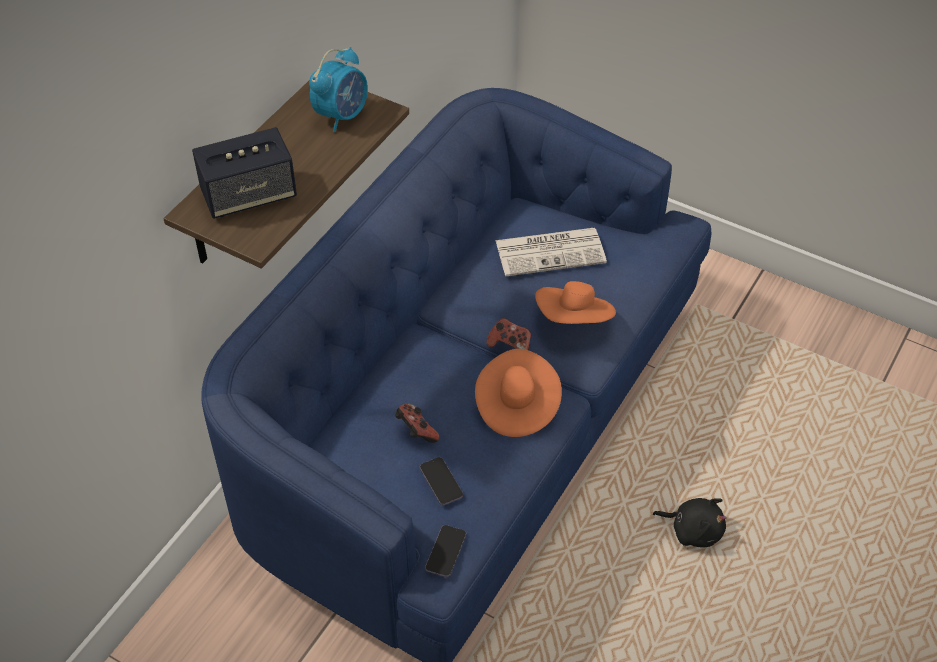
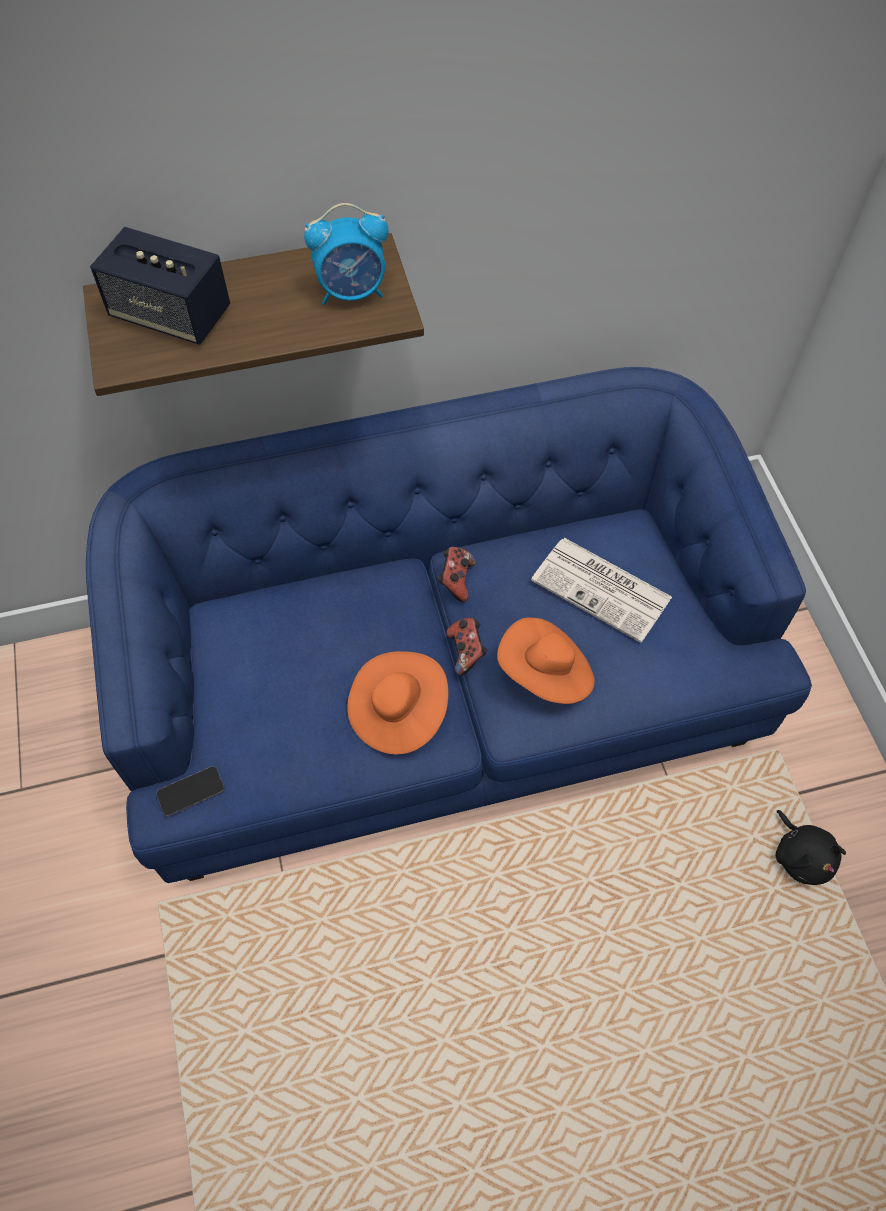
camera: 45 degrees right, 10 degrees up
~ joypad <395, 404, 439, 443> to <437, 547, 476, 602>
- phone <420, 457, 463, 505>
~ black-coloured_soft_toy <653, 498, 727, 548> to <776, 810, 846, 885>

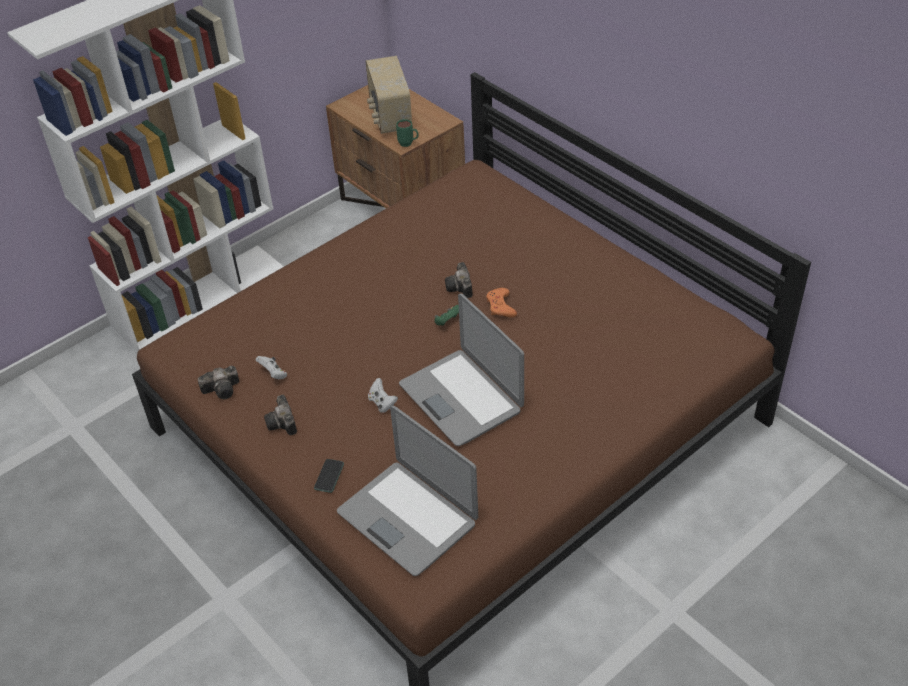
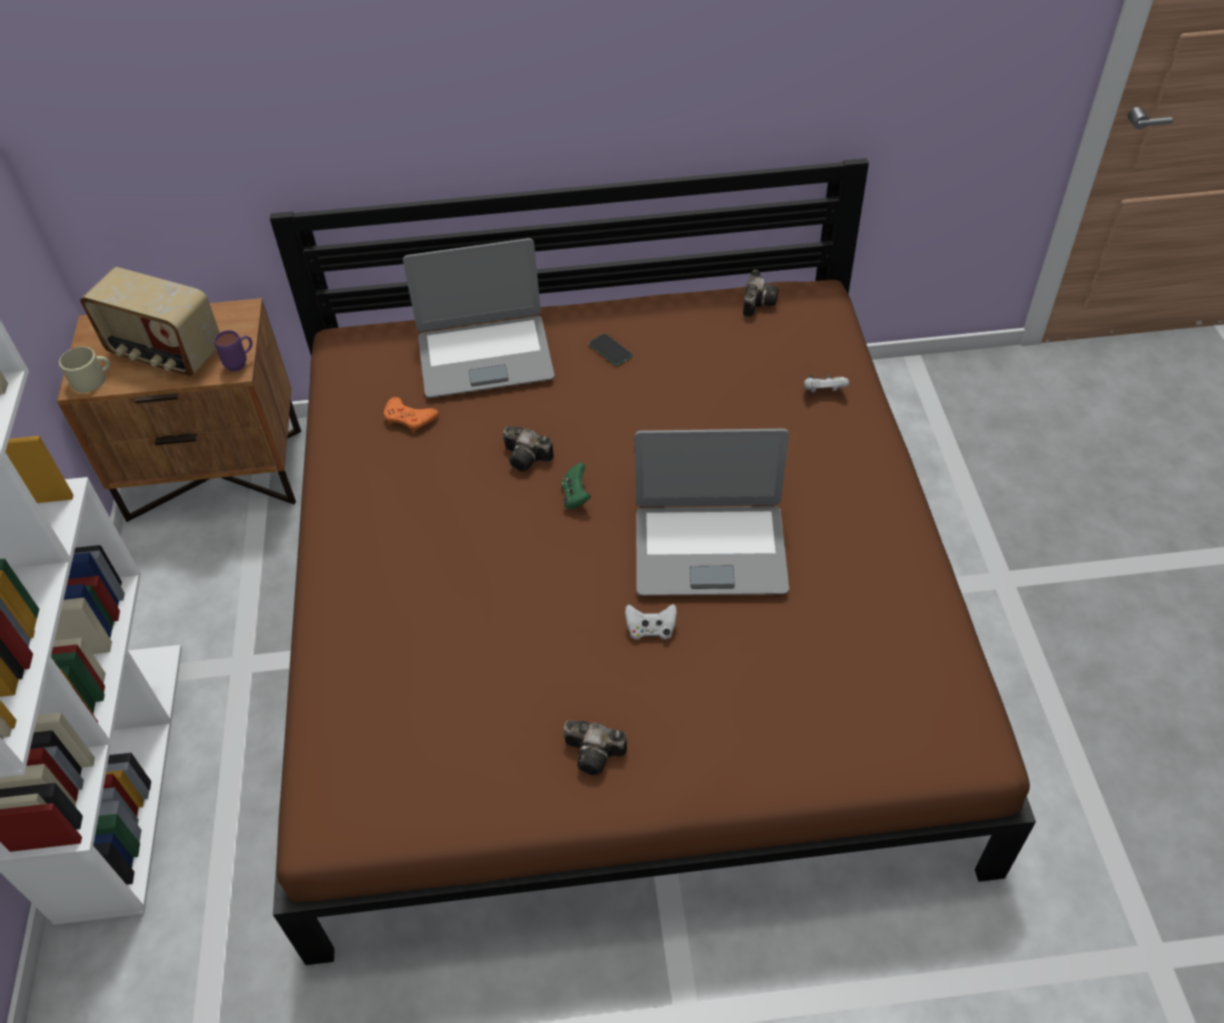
camera: 55 degrees left, 5 degrees up
~ greenish_tea_mug <396, 119, 419, 147> to purple_tea_mug <214, 330, 253, 372>
~ orange_joypad <486, 288, 517, 318> to <384, 397, 439, 433>
~ white-coloured_joypad <255, 356, 287, 379> to <804, 376, 849, 393>
~ photo_camera <198, 366, 239, 399> to <743, 269, 779, 317>
~ notebook_computer <337, 406, 478, 576> to <403, 238, 555, 398>
~ phone <314, 459, 344, 493> to <589, 333, 633, 366>
+ beige-coloured_tea_mug <59, 347, 110, 393>

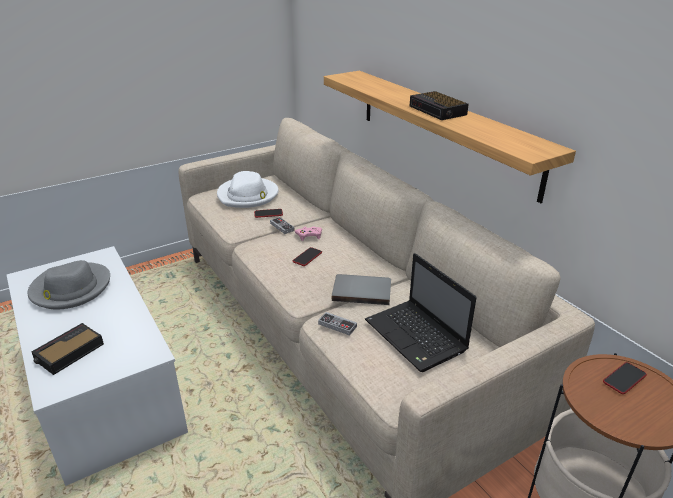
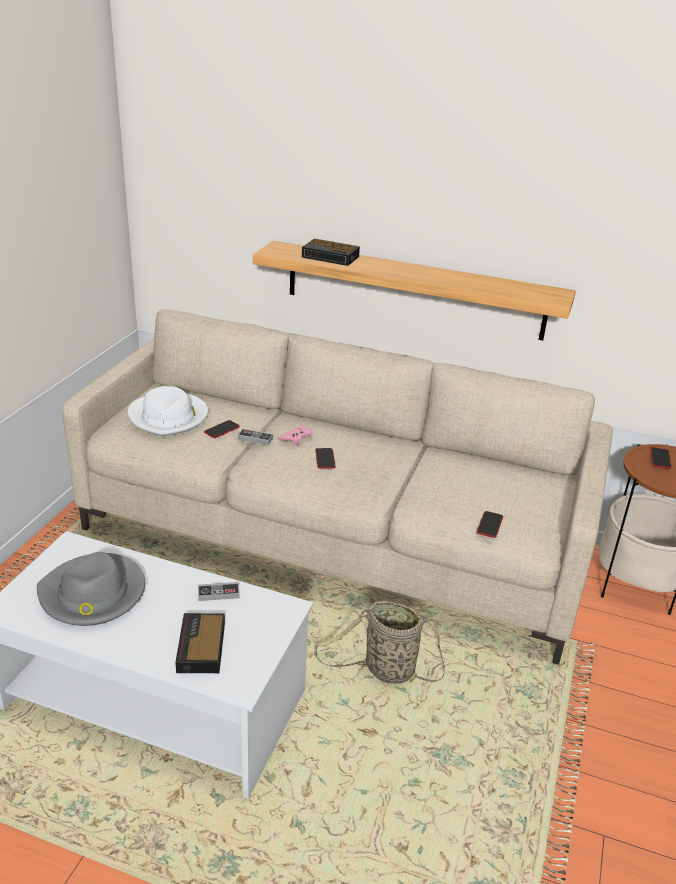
camera: 40 degrees left, 0 degrees up
~ alarm_clock <410, 91, 469, 120> to <302, 239, 360, 266>
- notebook_computer <365, 253, 477, 372>
- grey_bound_book <332, 274, 391, 305>
~ joypad <318, 312, 357, 336> to <198, 582, 240, 601>
+ phone <477, 511, 503, 538>
+ storage_basket <314, 601, 445, 684>

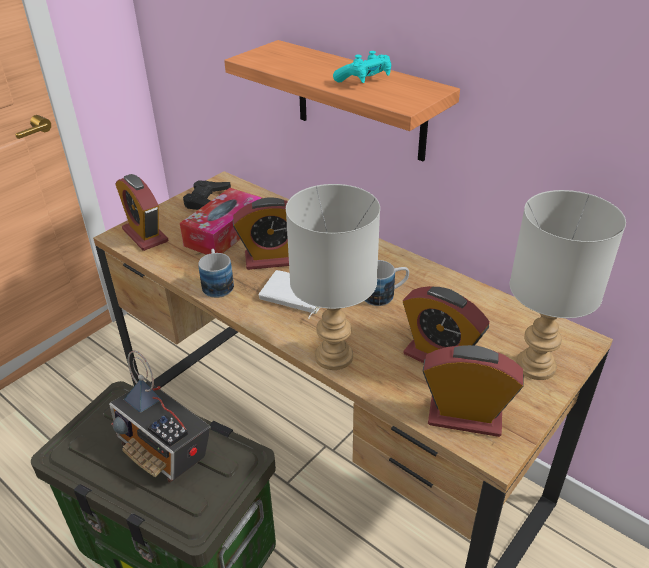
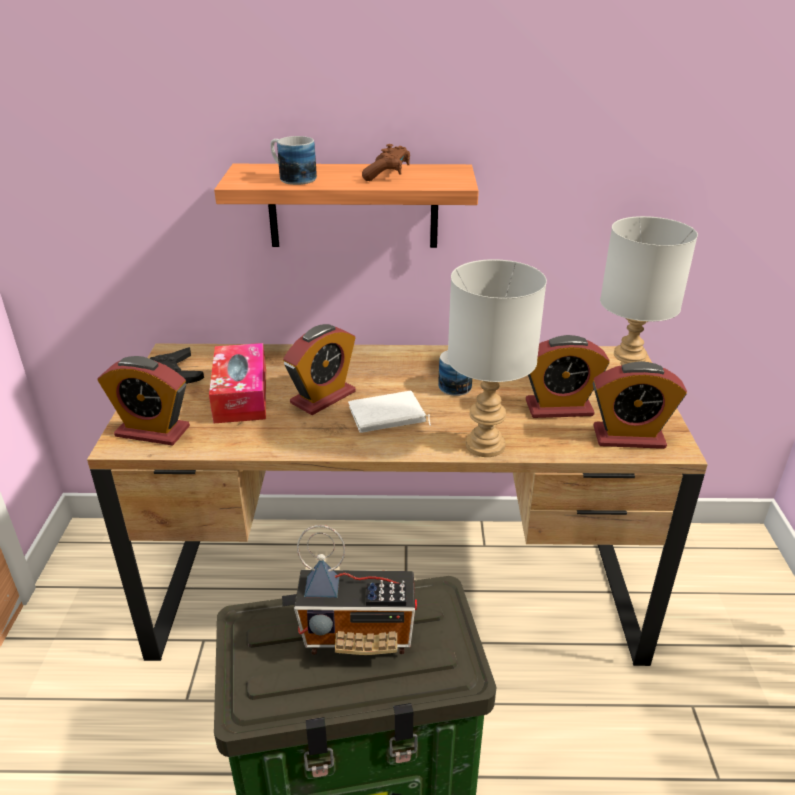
camera: 40 degrees left, 5 degrees down
~ blue-green_joypad <333, 51, 391, 83> to brown_joypad <362, 144, 410, 181>
~ tea_mug <198, 249, 234, 298> to <270, 136, 317, 185>
~ alarm_clock <423, 345, 524, 437> = <592, 361, 687, 449> 150 degrees counterclockwise

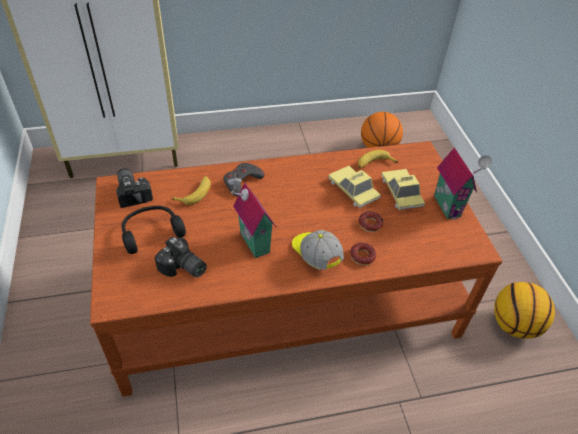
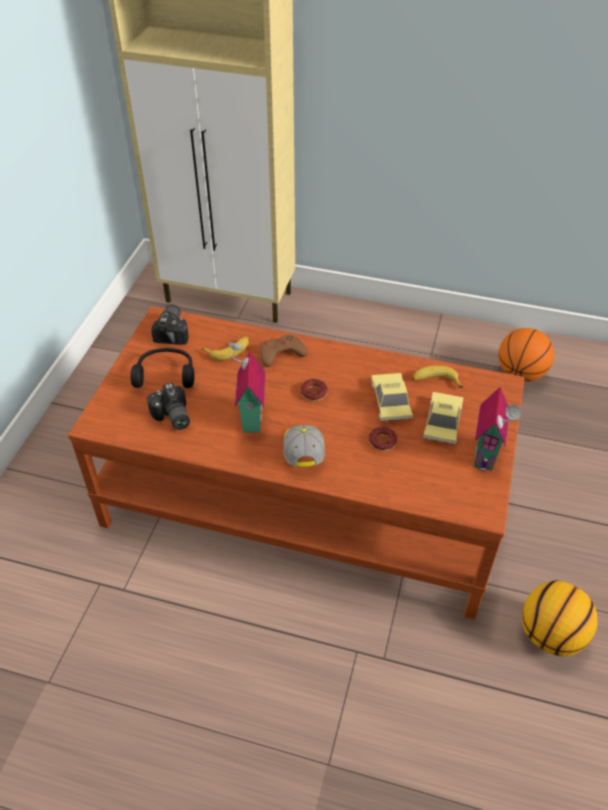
camera: 30 degrees right, 0 degrees up
~ grey_joypad <224, 163, 265, 196> to brown_joypad <260, 335, 307, 367>
~ ring_doughnut <350, 243, 376, 265> to <301, 379, 328, 401>

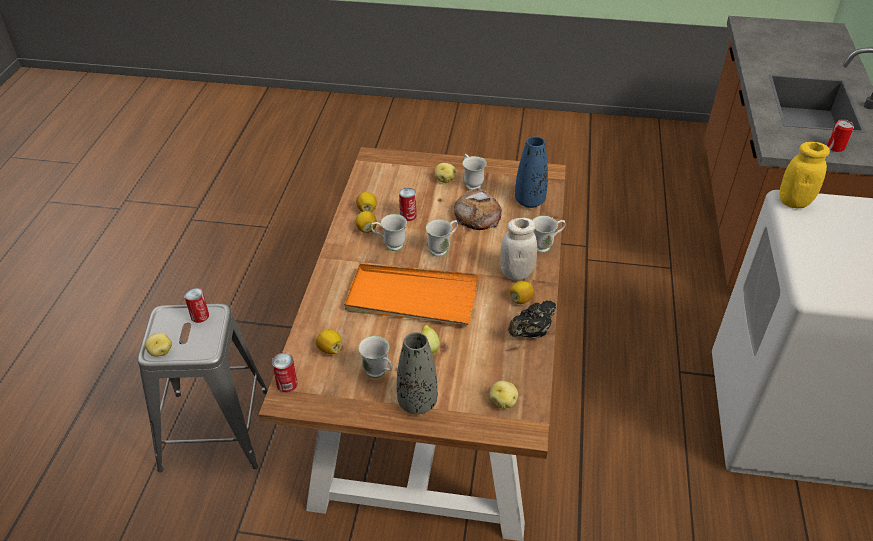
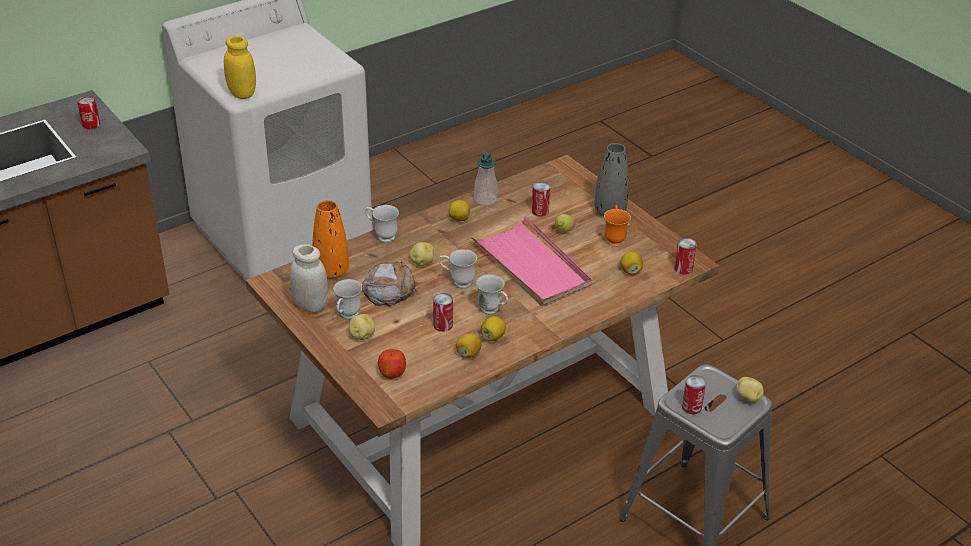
camera: 135 degrees left, 5 degrees down
~ blue-coloured_flower_vase <515, 136, 548, 208> to orange_flower_vase <313, 200, 349, 279>
~ white-coloured_preserve_jar <500, 218, 537, 281> to <290, 244, 328, 313>
~ orange_tray <344, 264, 479, 325> to pinkish_tray <471, 215, 592, 306>
~ black-coloured_teapot <508, 301, 557, 339> to liquid_soap_bottle <474, 152, 498, 206>
~ white-coloured_tea_mug <358, 336, 393, 378> to orange_tea_mug <604, 205, 631, 247>
~ spud <490, 381, 518, 409> to <410, 242, 434, 266>
+ sealed_can <532, 182, 550, 217>
+ apple_fruit <378, 349, 406, 379>

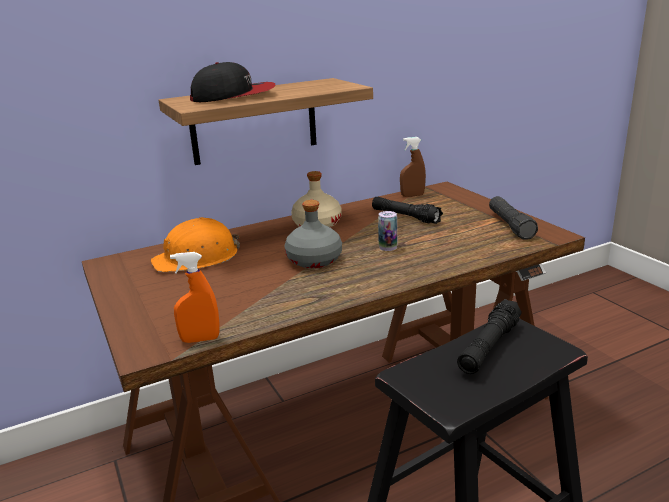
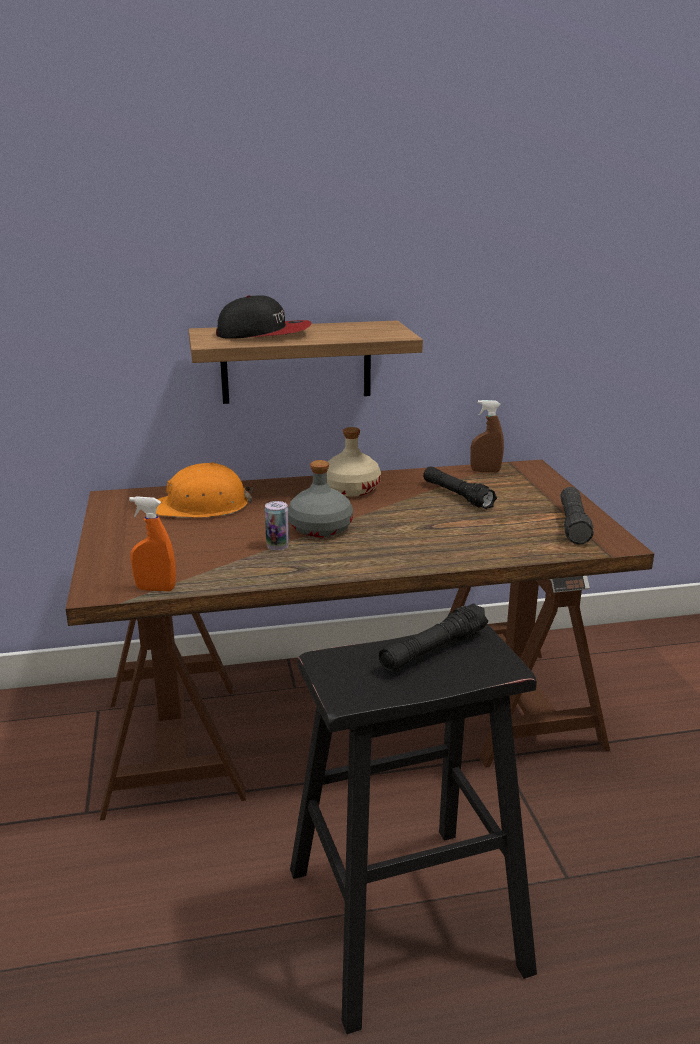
camera: 15 degrees right, 0 degrees up
~ sealed_can <378, 211, 397, 251> to <265, 501, 289, 550>

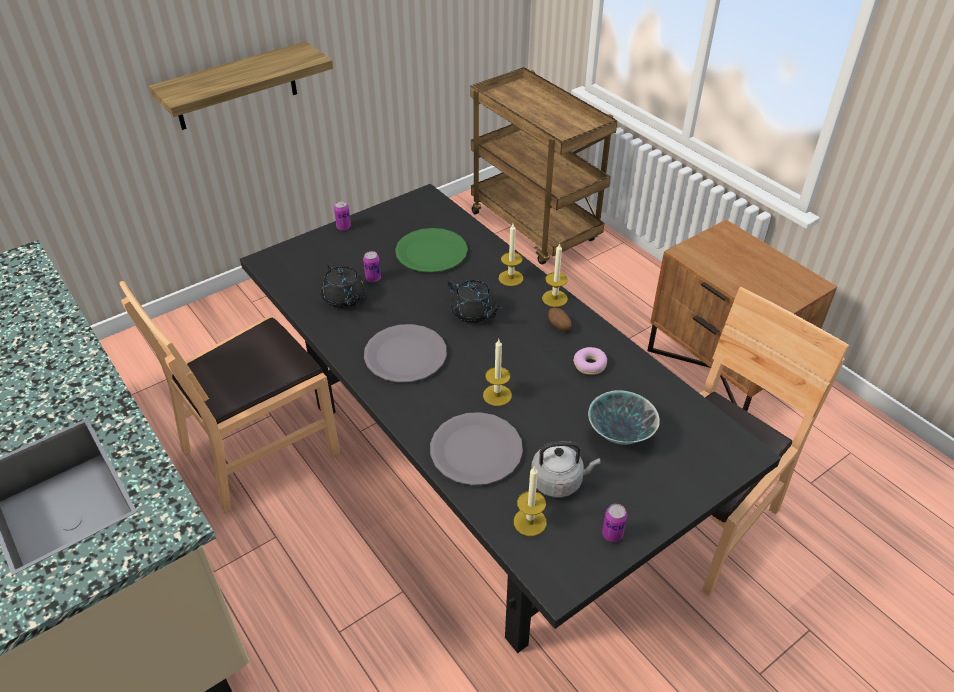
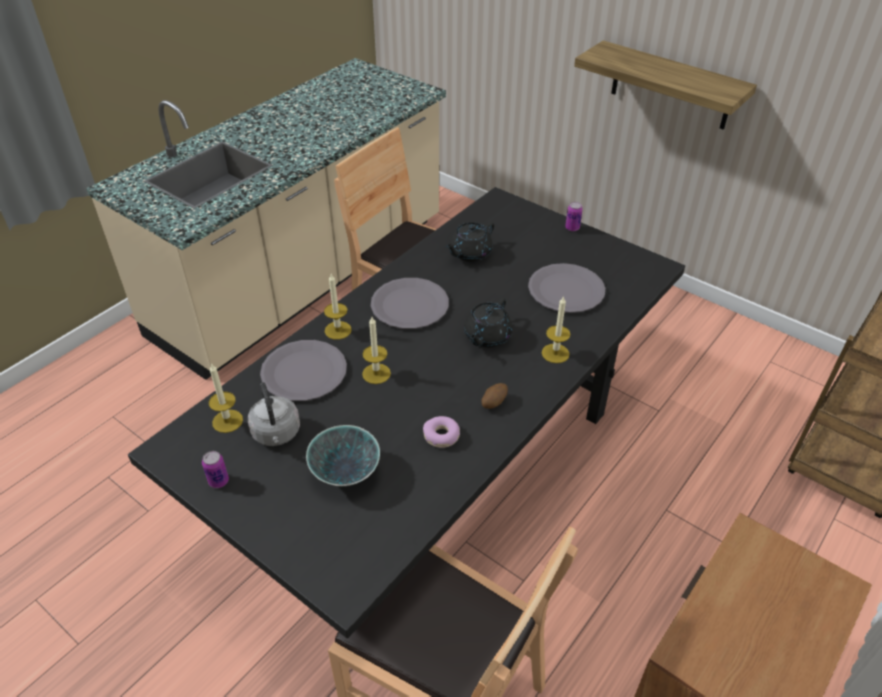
camera: 75 degrees right, 0 degrees up
~ greenish_dinner_plate <395, 228, 468, 273> to grey_dinner_plate <528, 263, 605, 313>
~ candle <542, 243, 568, 307> to <324, 274, 352, 340>
- sealed_can <363, 251, 381, 282>

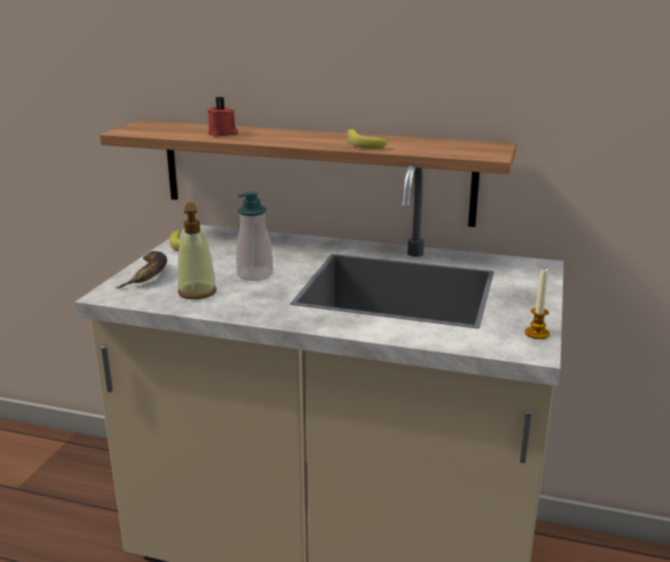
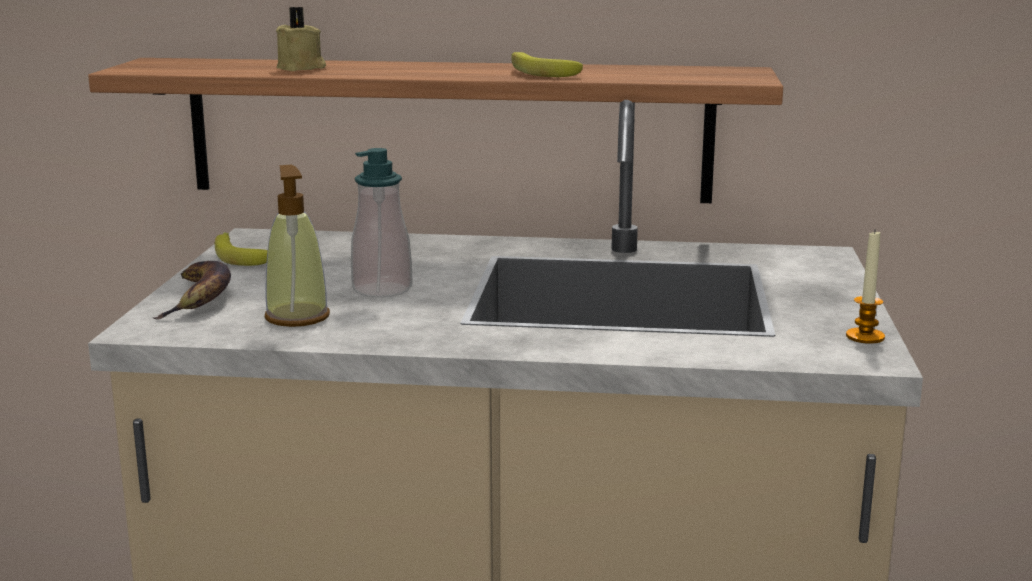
camera: 10 degrees left, 5 degrees down
~ red_candle <208, 97, 238, 137> to beige-coloured_candle <276, 7, 326, 71>

